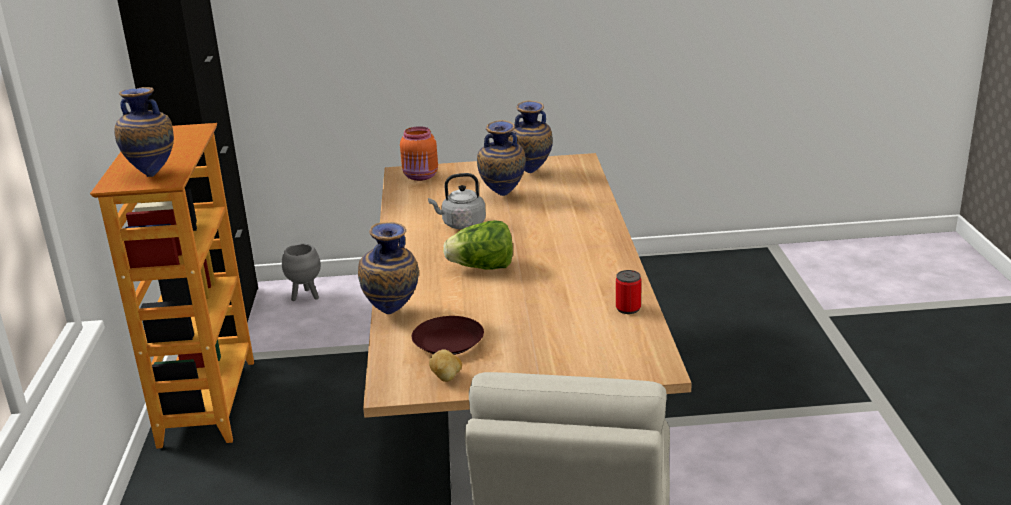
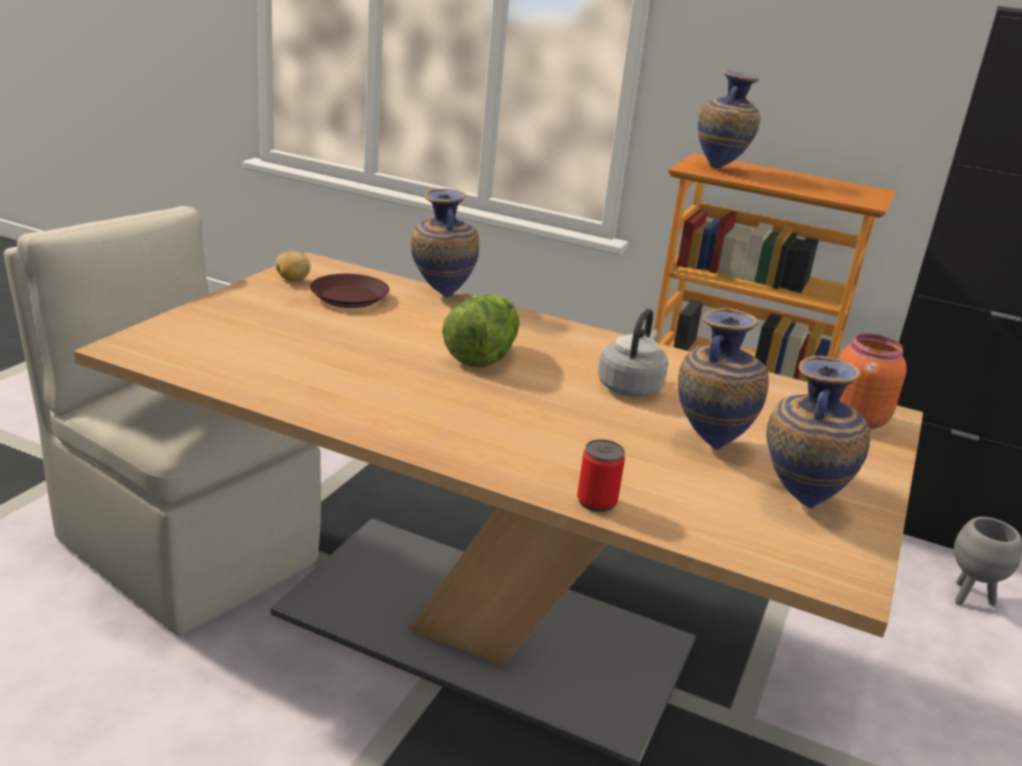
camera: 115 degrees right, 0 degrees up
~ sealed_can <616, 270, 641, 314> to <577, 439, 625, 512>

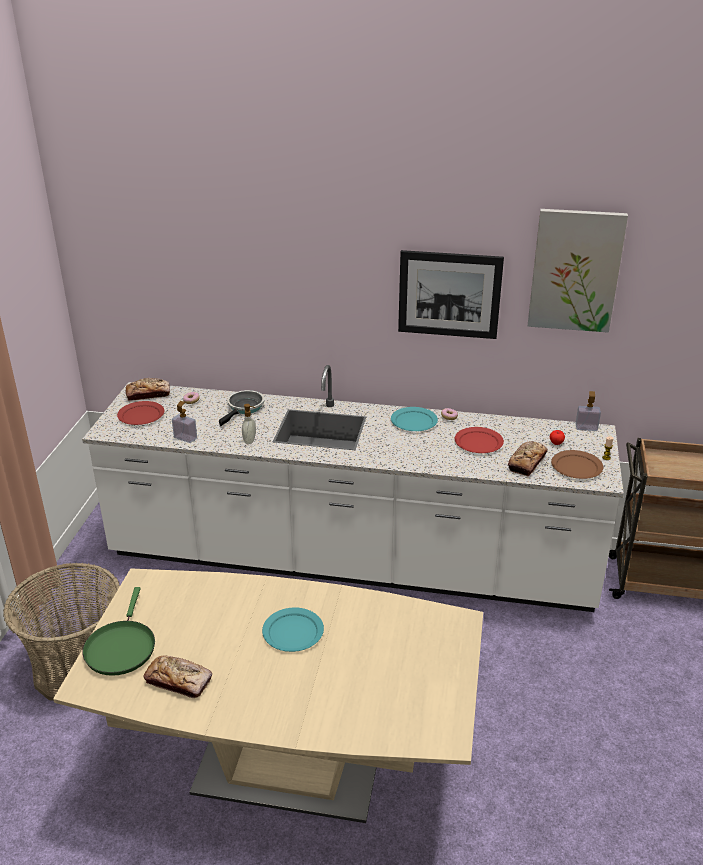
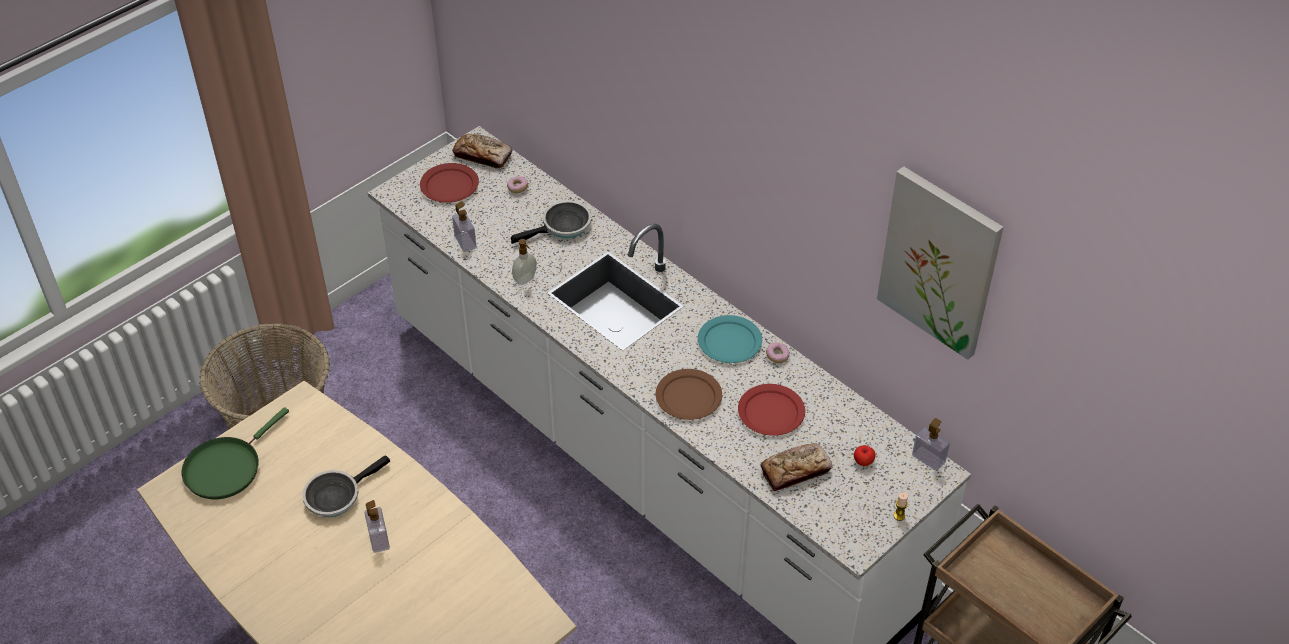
camera: 35 degrees right, 15 degrees up
- wall_picture <398, 250, 504, 339>
~ brown_dinner_plate <551, 450, 603, 479> to <656, 369, 722, 420>
~ blue-green_dinner_plate <262, 607, 324, 652> to liquid_soap_bottle <365, 500, 390, 553>
- bread <143, 655, 212, 698>
+ pan <302, 455, 390, 517>

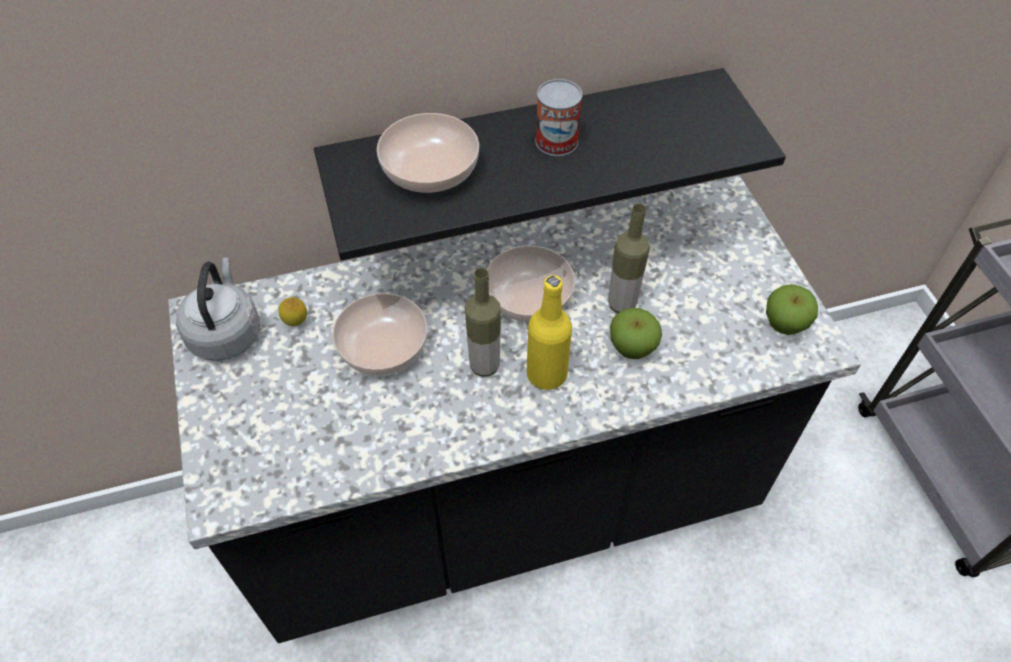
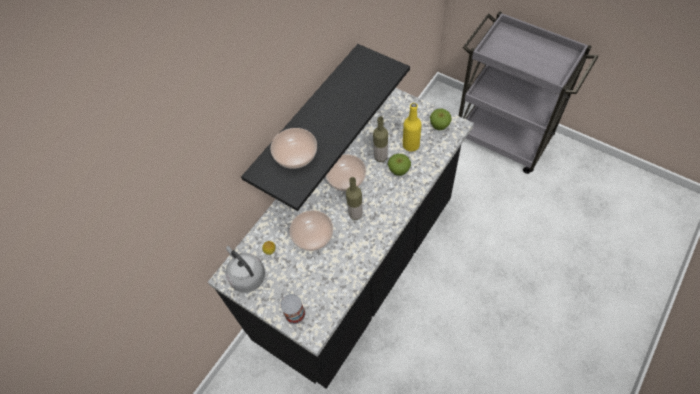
camera: 35 degrees left, 5 degrees up
~ sealed_can <535, 79, 582, 156> to <280, 294, 305, 324>
~ yellowish_drink_bottle <527, 275, 572, 390> to <403, 103, 422, 152>

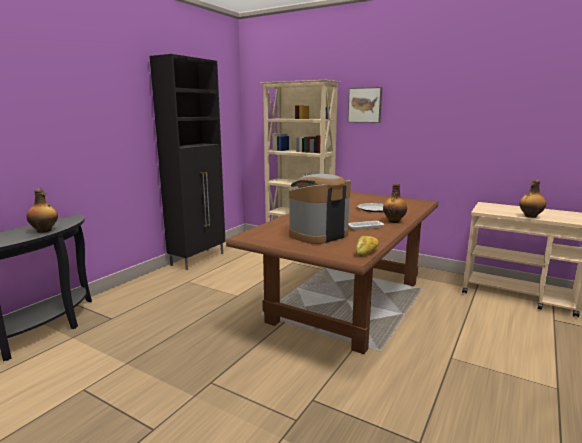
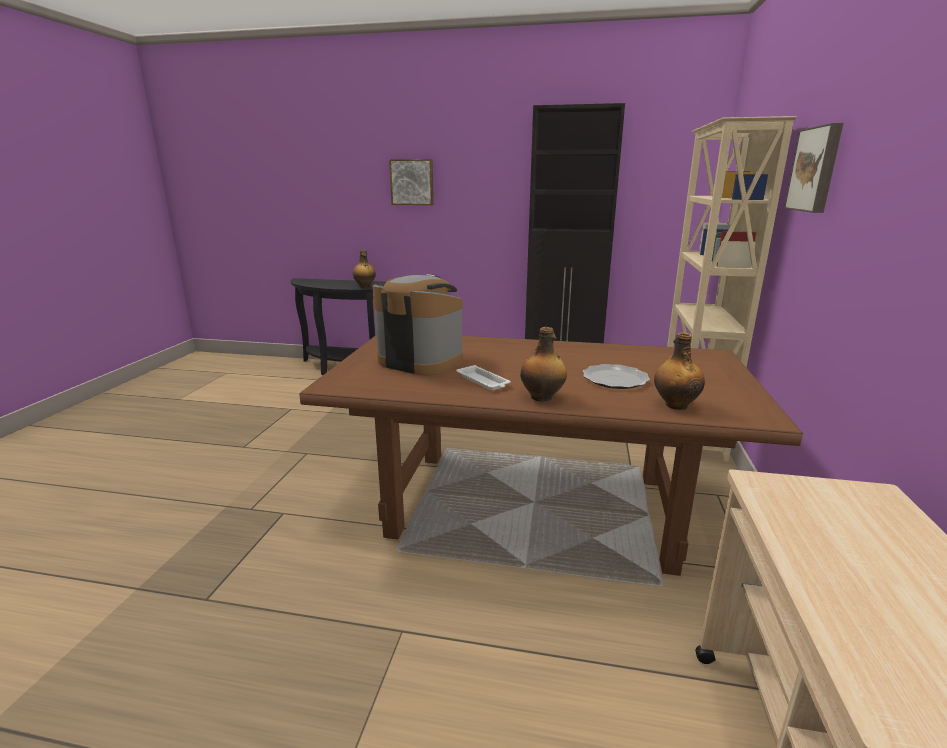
camera: 70 degrees right, 5 degrees up
~ drink_bottle <519, 180, 546, 218> to <654, 332, 705, 410>
- bread <356, 236, 379, 257>
+ wall_picture <389, 159, 434, 205>

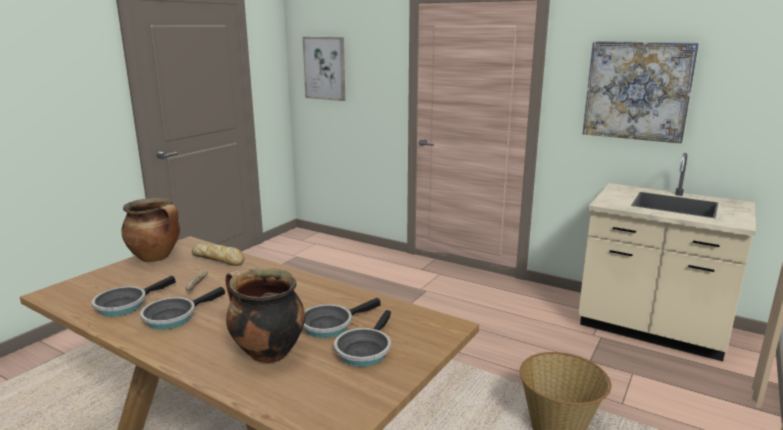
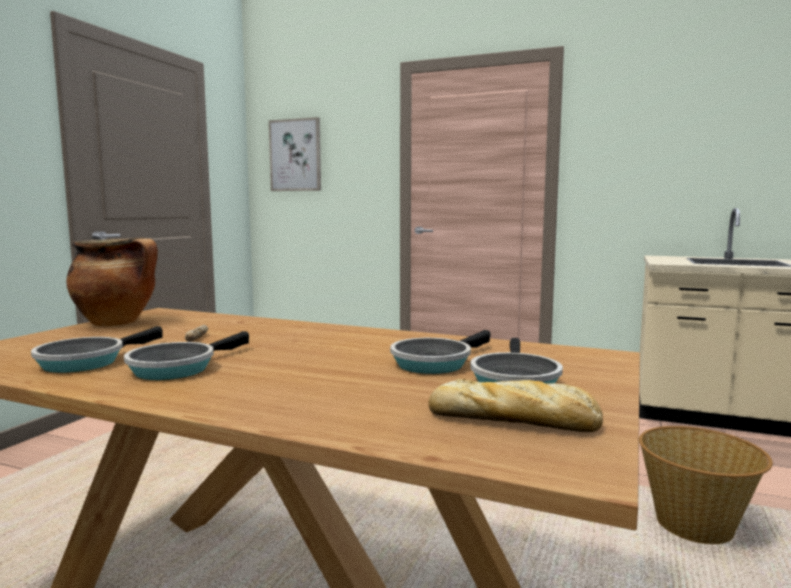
camera: 10 degrees left, 10 degrees down
- wall_picture <583, 41, 699, 144>
~ bread <192, 243, 245, 266> to <428, 379, 603, 432>
- stockpot <226, 268, 305, 363>

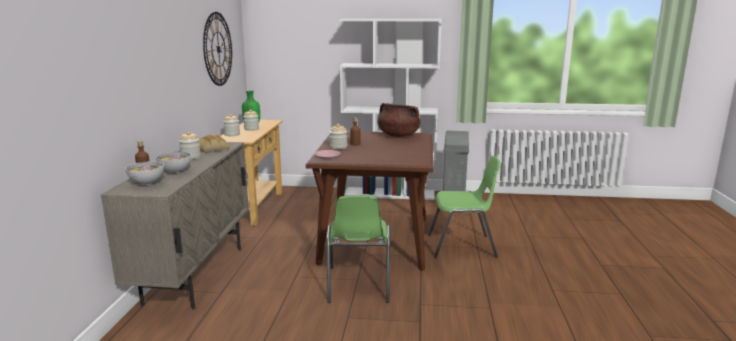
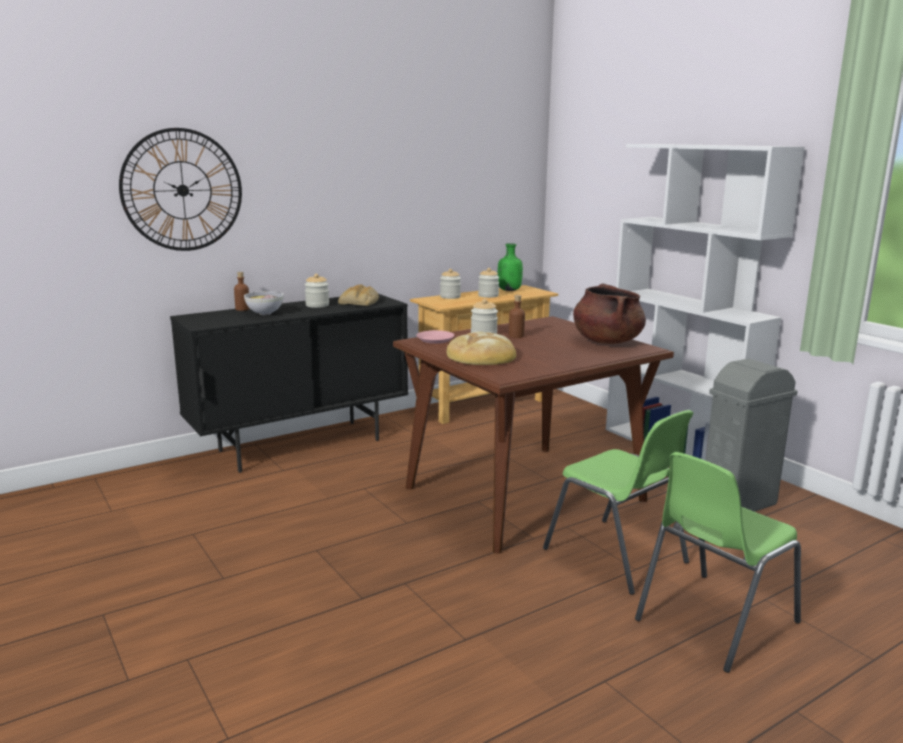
camera: 50 degrees right, 0 degrees up
~ hanging_clock <203, 12, 232, 86> to <119, 128, 242, 251>
~ beige-coloured_cupboard <101, 142, 249, 309> to black-coloured_cupboard <170, 294, 408, 473>
- bowl <125, 161, 164, 185>
~ greenish_plain_chair <327, 196, 390, 303> to <635, 452, 801, 673>
+ bread <447, 331, 516, 365>

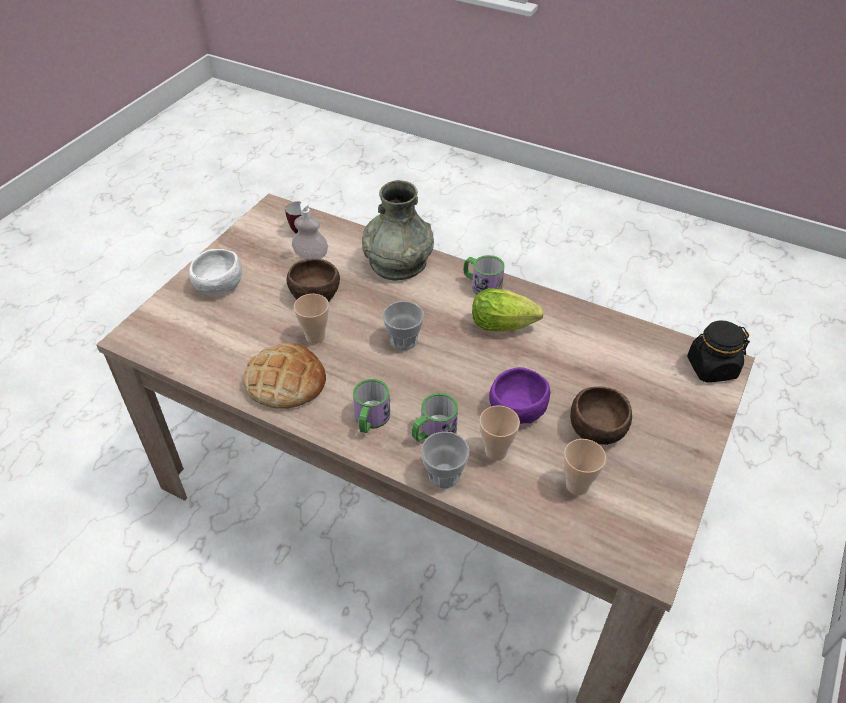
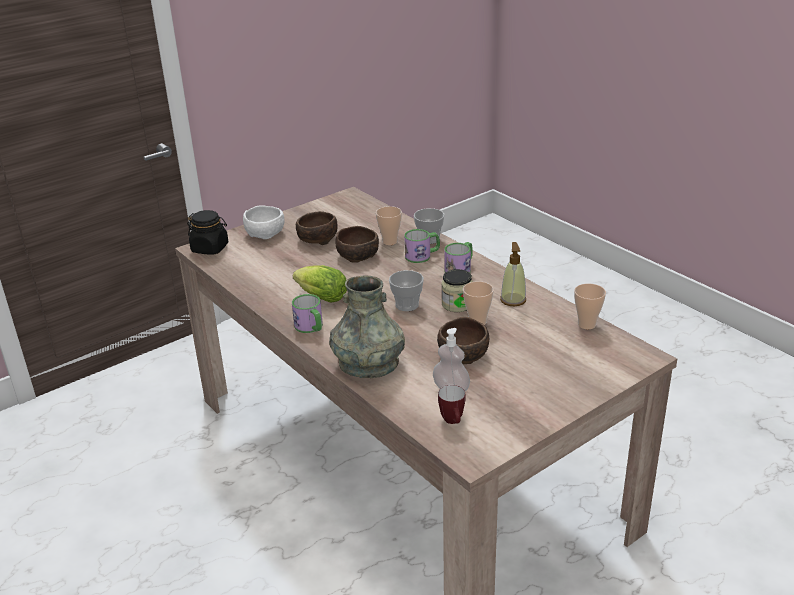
camera: 155 degrees left, 15 degrees down
~ white-coloured_bowl <189, 249, 242, 295> to <243, 206, 285, 239>
~ bread <243, 343, 326, 409> to liquid_soap_bottle <500, 242, 526, 306>
~ purple_bowl <489, 367, 550, 424> to brown_bowl <335, 226, 379, 263>
~ drinking_cup <564, 439, 606, 495> to <574, 283, 606, 329>
+ preserve_jar <441, 269, 473, 312>

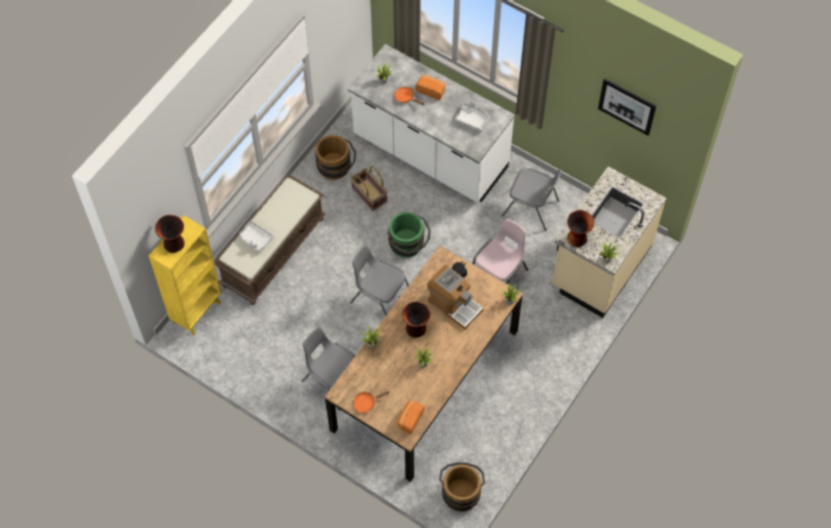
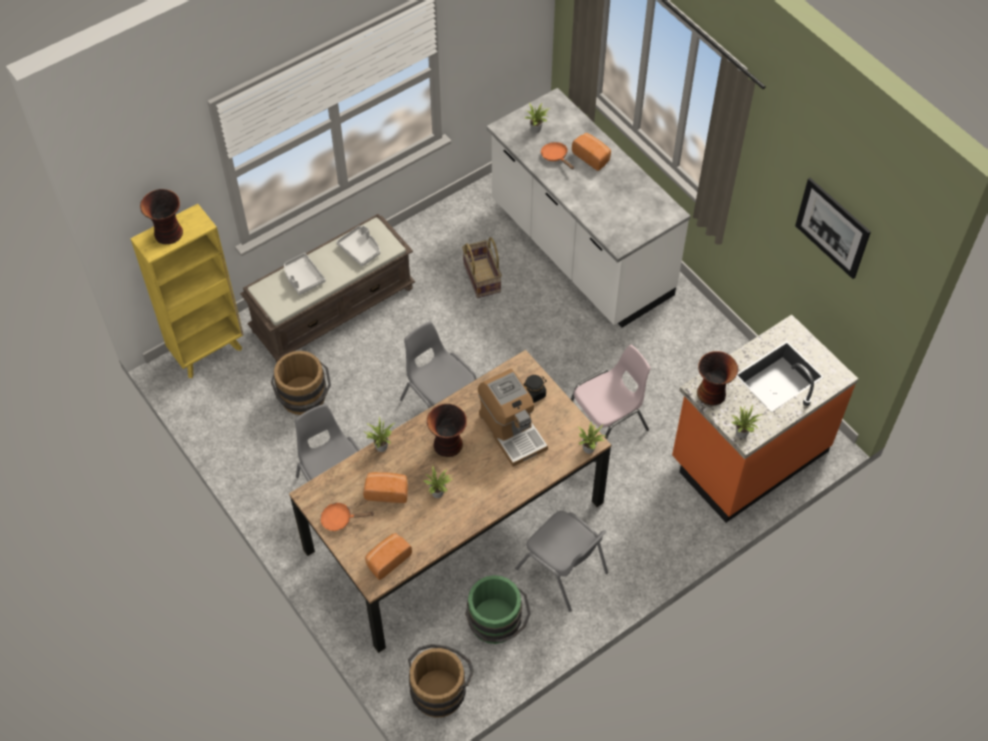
camera: 20 degrees right, 5 degrees down
~ grey_tray <455, 101, 489, 132> to <336, 225, 380, 266>
~ brown_pail <315, 135, 356, 180> to <271, 351, 331, 415>
~ beige-coloured_kitchen_base_unit <552, 166, 666, 318> to orange_kitchen_base_unit <672, 314, 858, 523>
~ grey_plain_chair <501, 168, 562, 231> to <515, 511, 608, 612>
~ greenish_pail <388, 212, 430, 258> to <465, 575, 531, 644>
+ bread <363, 472, 408, 503>

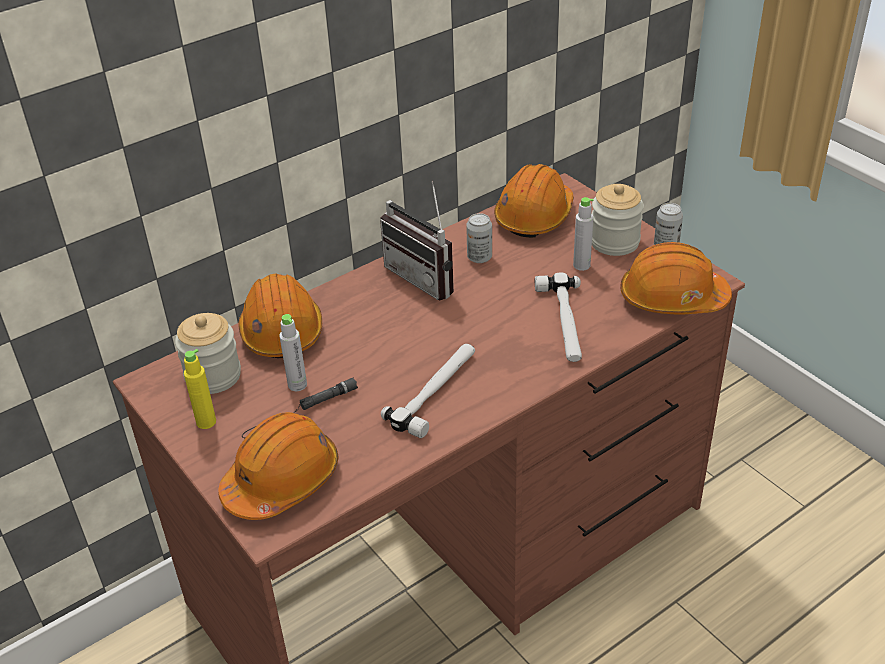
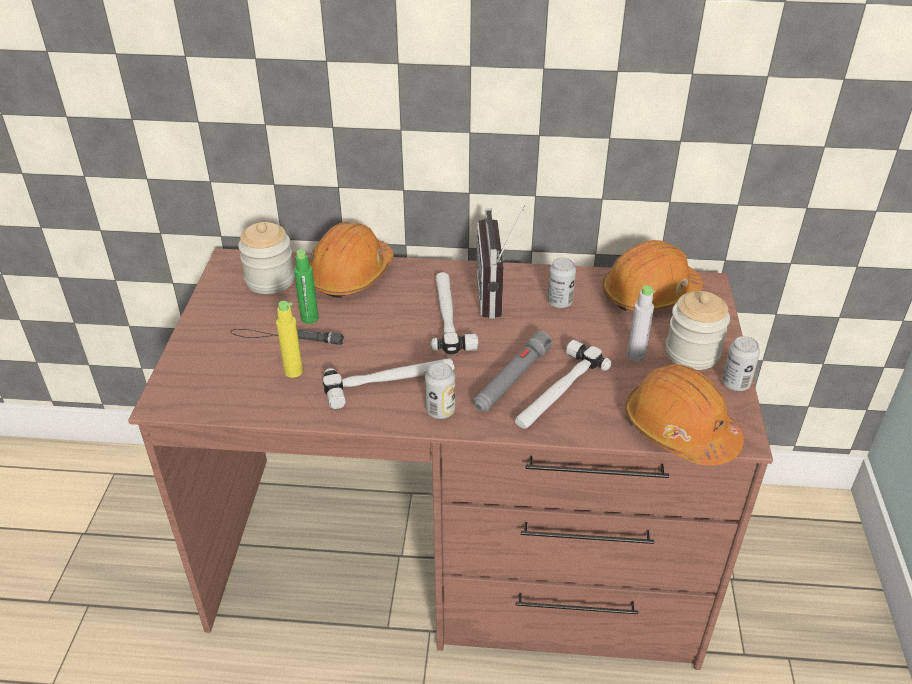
camera: 40 degrees right, 0 degrees up
~ grey_drink_bottle <279, 314, 307, 391> to greenish_drink_bottle <294, 249, 318, 324>
~ yellowish_drink_bottle <184, 349, 216, 429> to <276, 301, 303, 378>
- orange_work_helmet <218, 412, 338, 520>
+ hammer <430, 272, 478, 354>
+ grey_torch <473, 331, 552, 412>
+ sealed_can <425, 362, 455, 419>

